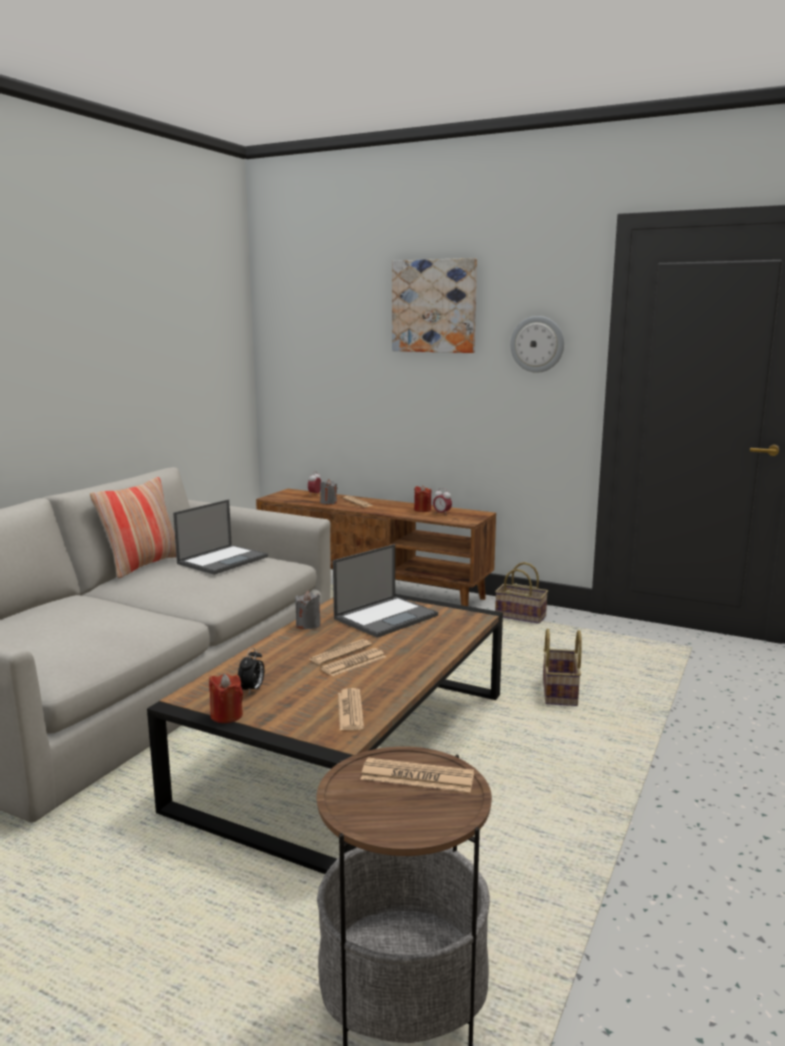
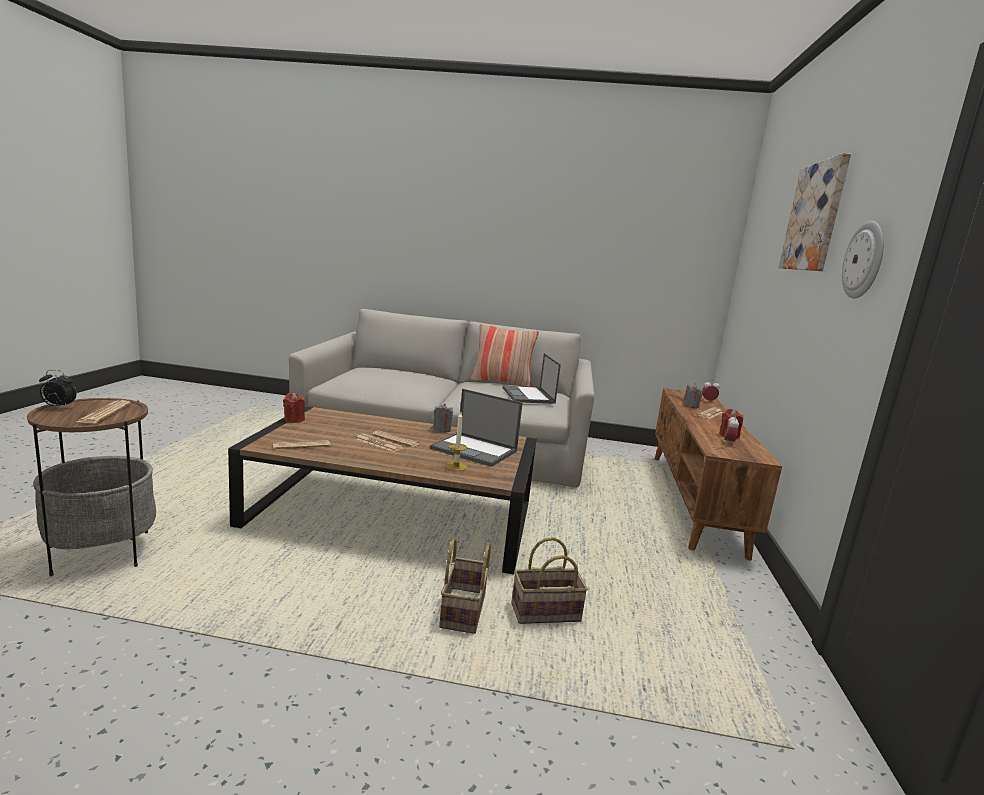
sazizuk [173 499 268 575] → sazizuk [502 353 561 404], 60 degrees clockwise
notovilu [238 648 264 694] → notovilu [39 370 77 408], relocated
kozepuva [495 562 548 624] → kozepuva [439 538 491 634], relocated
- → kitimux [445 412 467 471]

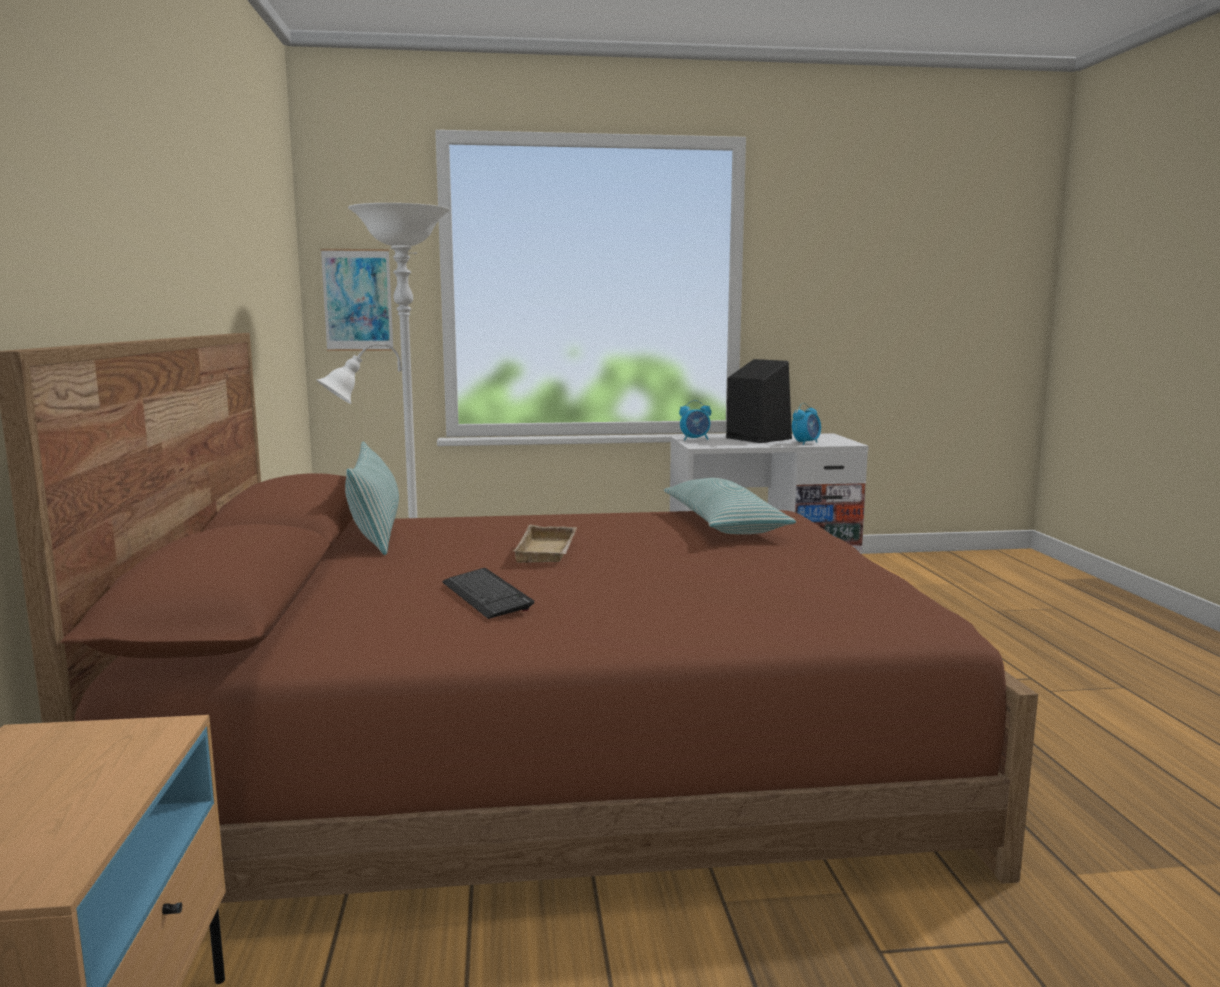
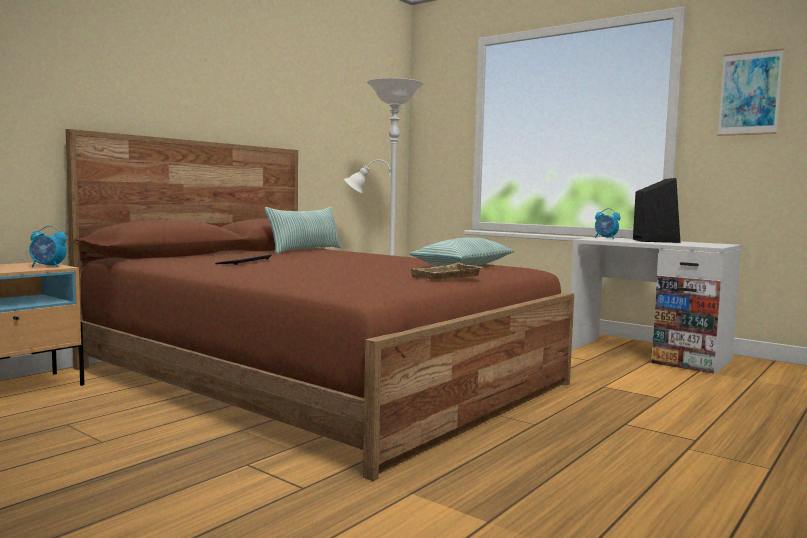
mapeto [321 249 393 351] → mapeto [718 48 783 136], relocated
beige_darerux [513 525 577 563] → beige_darerux [411 263 483 279], relocated
notovilu [792 403 821 445] → notovilu [29 226 67 268], relocated

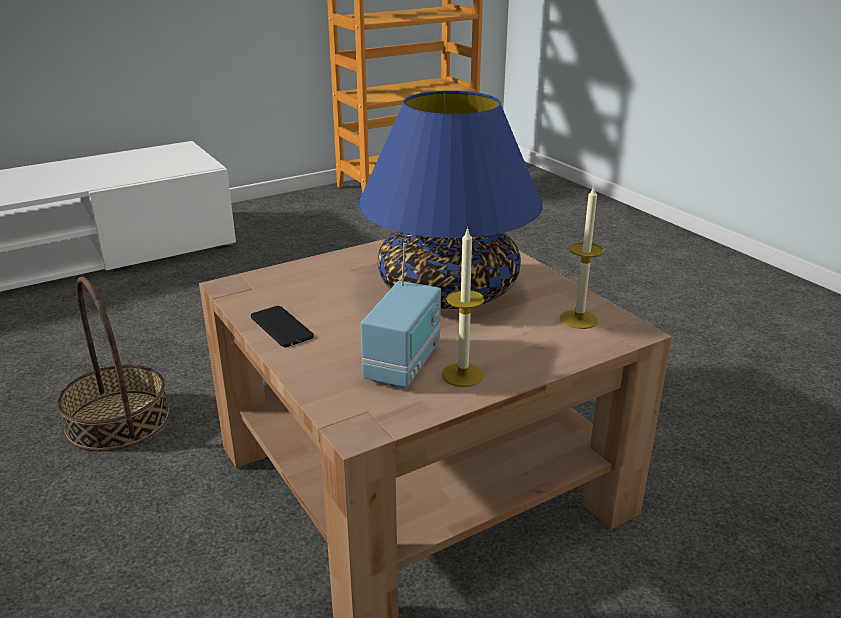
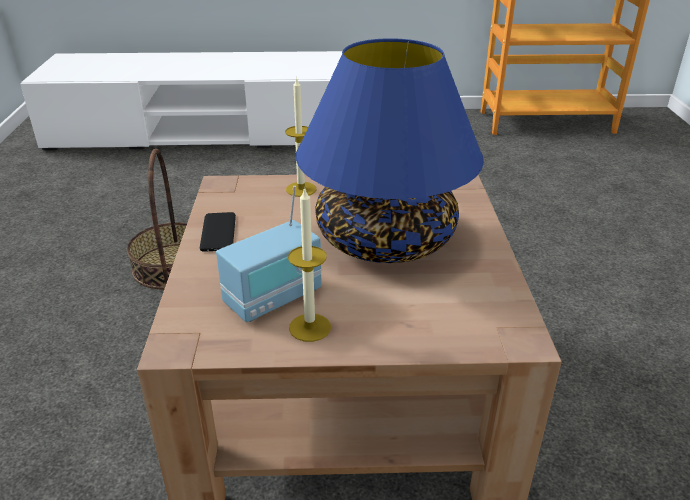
kitimux [560 187 604 329] → kitimux [285 77 317 197], relocated

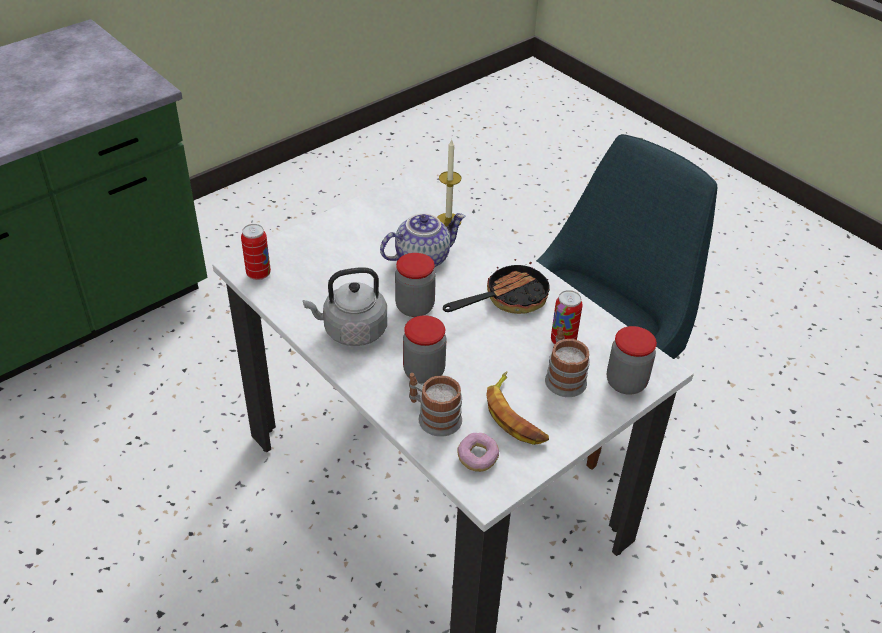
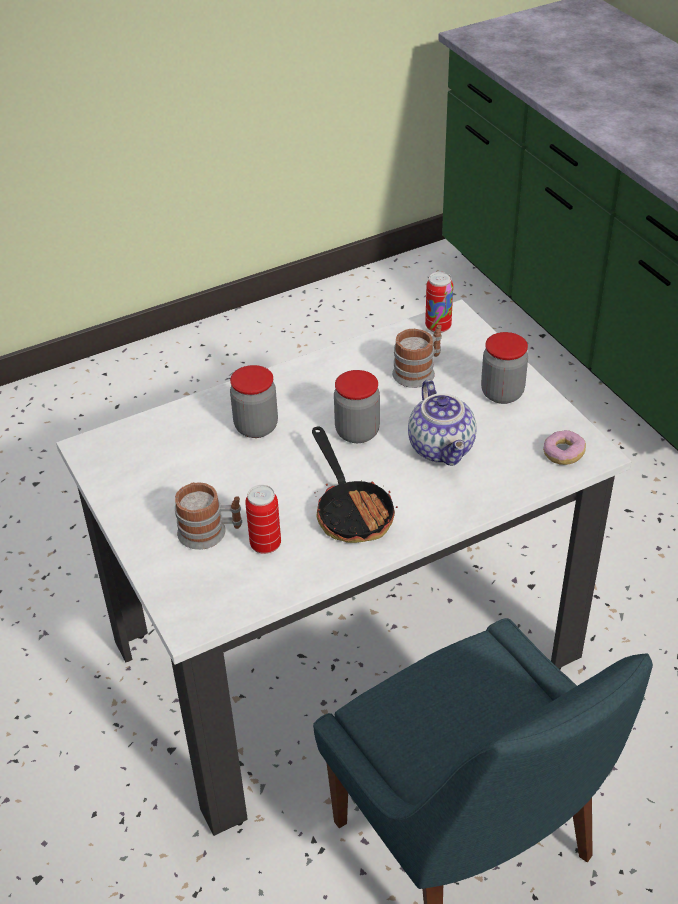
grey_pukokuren [303 267 387 346] → -
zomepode [409 373 462 437] → zomepode [392 325 442 388], relocated
kitimux [437 138 461 227] → -
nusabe [457 433 499 472] → nusabe [543 430 586 465], relocated
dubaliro [487 372 549 445] → -
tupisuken [607 326 657 395] → tupisuken [481 332 528 404], relocated

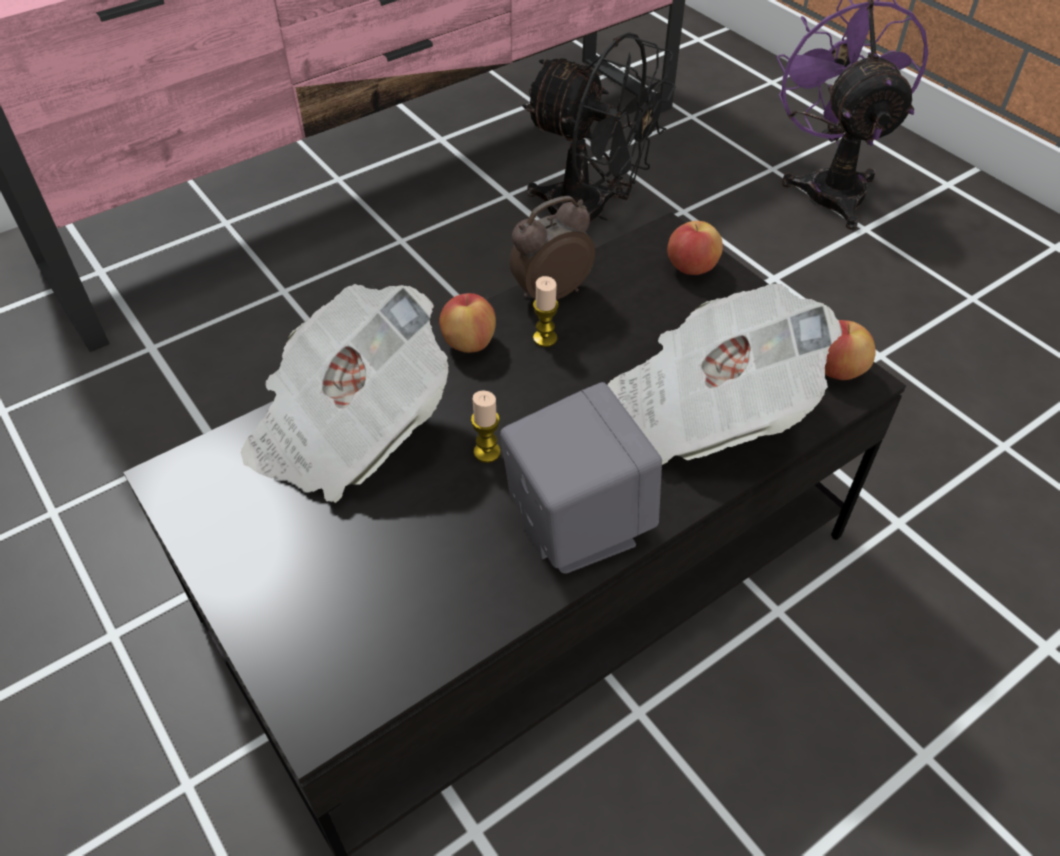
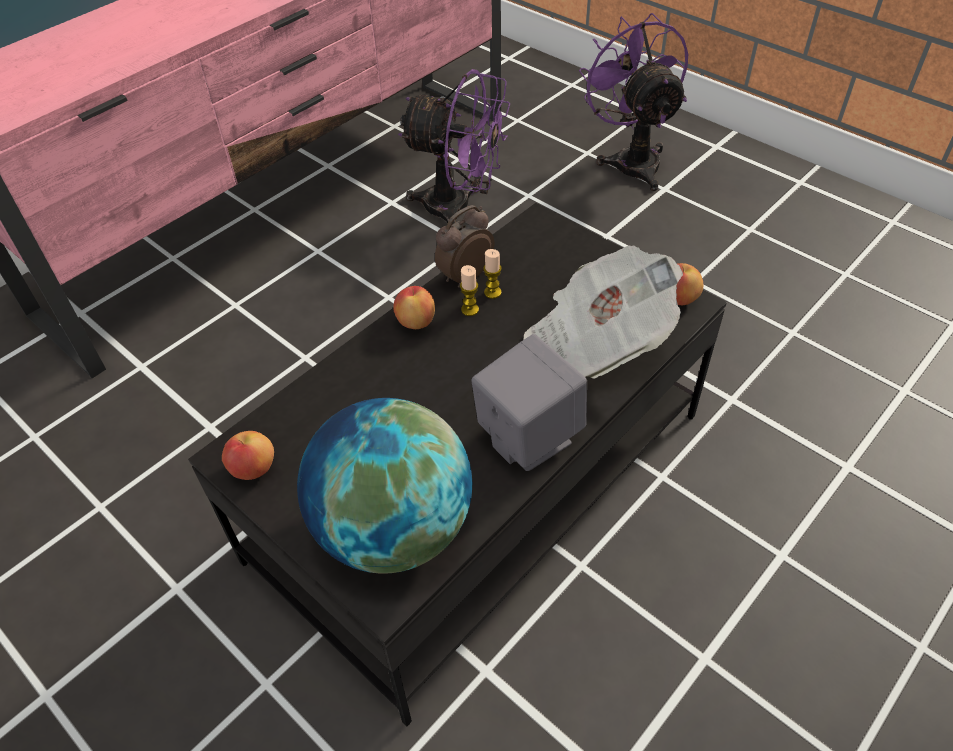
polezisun [241 284 449 503] → -
kitimux [471 390 501 463] → kitimux [483 249 502 299], relocated
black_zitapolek [522 32 676 222] → purple_zitapolek [398 69 510 225]
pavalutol [667 221 723 275] → pavalutol [222 431 274 480], relocated
- → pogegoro [297 398 472 574]

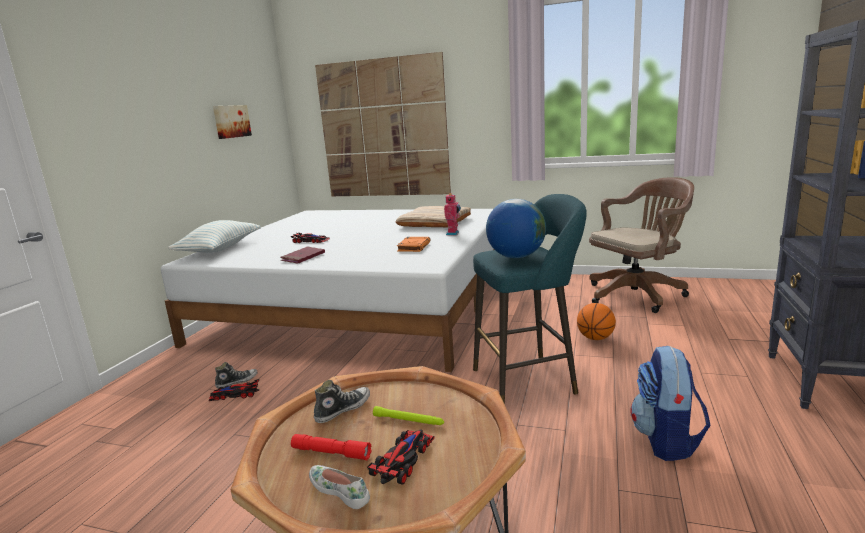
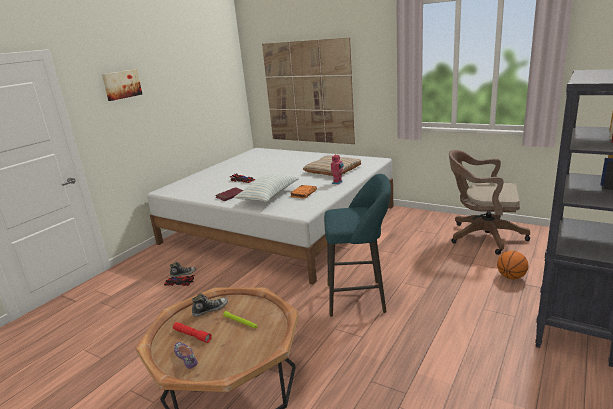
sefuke [168 220 261 253] → sefuke [234 174 299 202], relocated
mapeto [213 105 252 139] → mapeto [102 69 142 101], relocated
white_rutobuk [309 465 370 509] → purple_rutobuk [174 342 198 369]
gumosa [367 429 435 485] → -
pogegoro [486 199 546 258] → -
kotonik [577 303 616 340] → kotonik [497 251 528 279], relocated
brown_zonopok [589 177 694 313] → brown_zonopok [449 150 530 255], 150 degrees counterclockwise
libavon [631 346 710 461] → -

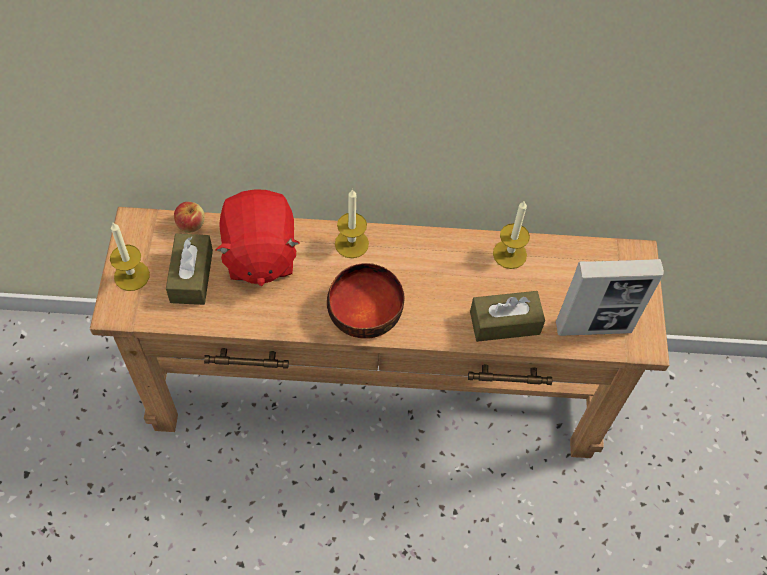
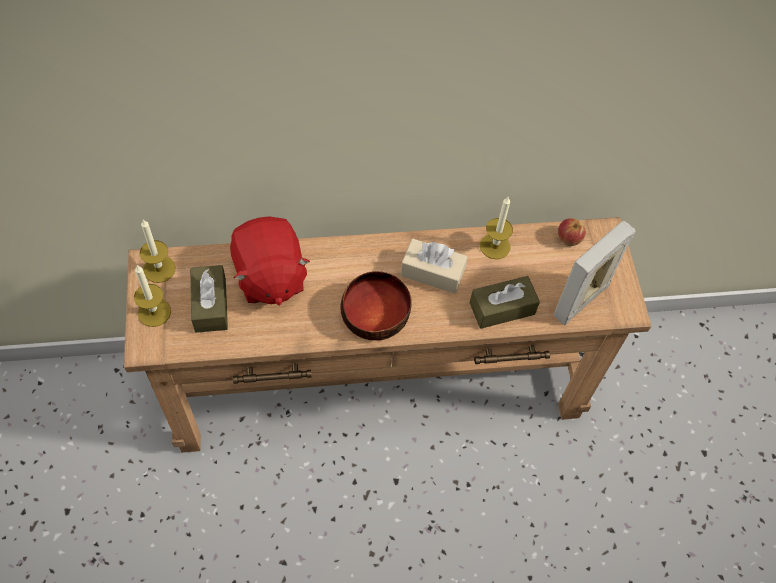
pavalutol [174 202 205 233] → pavalutol [558 218 586 246], relocated
kitimux [335 189 369 258] → kitimux [140 220 176 283], relocated
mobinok [556 259 664 336] → mobinok [554 221 636 325], 150 degrees clockwise
- → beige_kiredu [401 238 468 294]

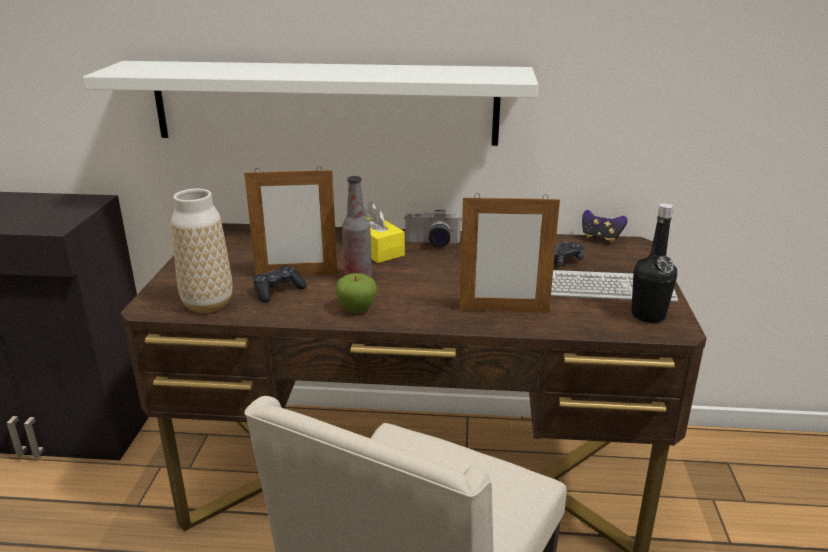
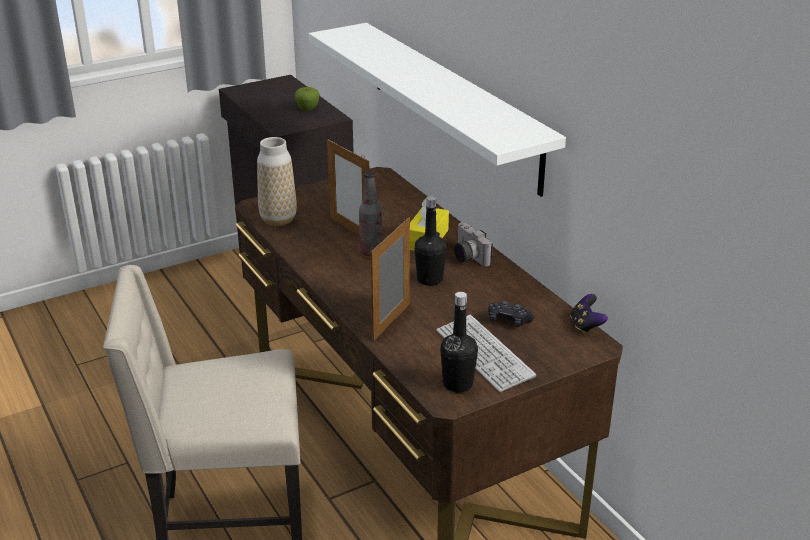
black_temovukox [253 265 307 302] → -
pavalutol [336 273 377 313] → pavalutol [295 87 320 111], relocated
mobinok [459 193 560 313] → mobinok [371 218 410 341], 60 degrees clockwise
- → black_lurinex [414 196 447 286]

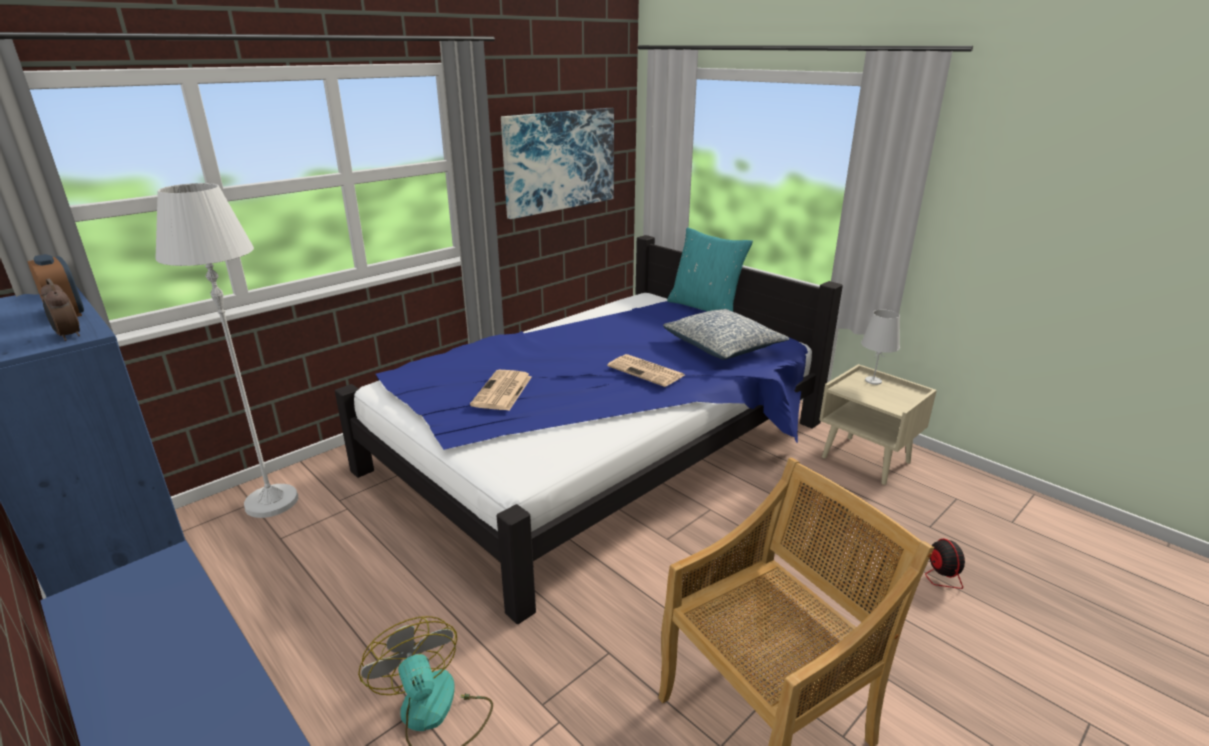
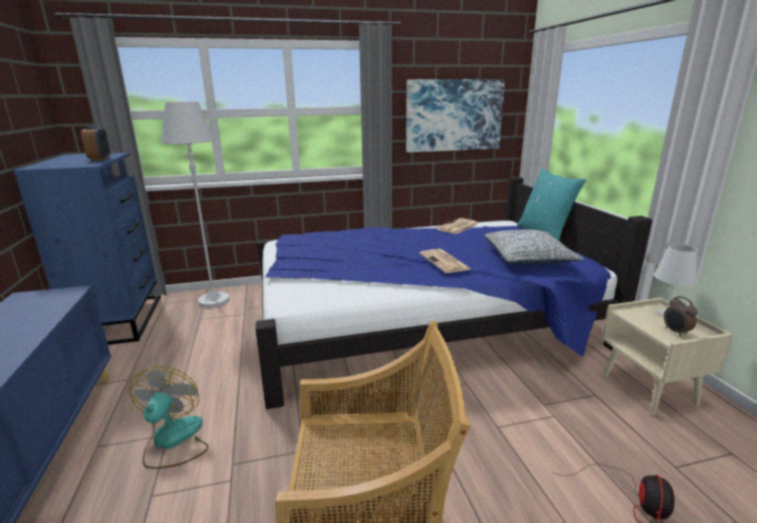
notovilu [41 279 80 341] → notovilu [664 296 697 337], relocated
polezisun [470 370 532 410] → polezisun [436 218 478 234], relocated

